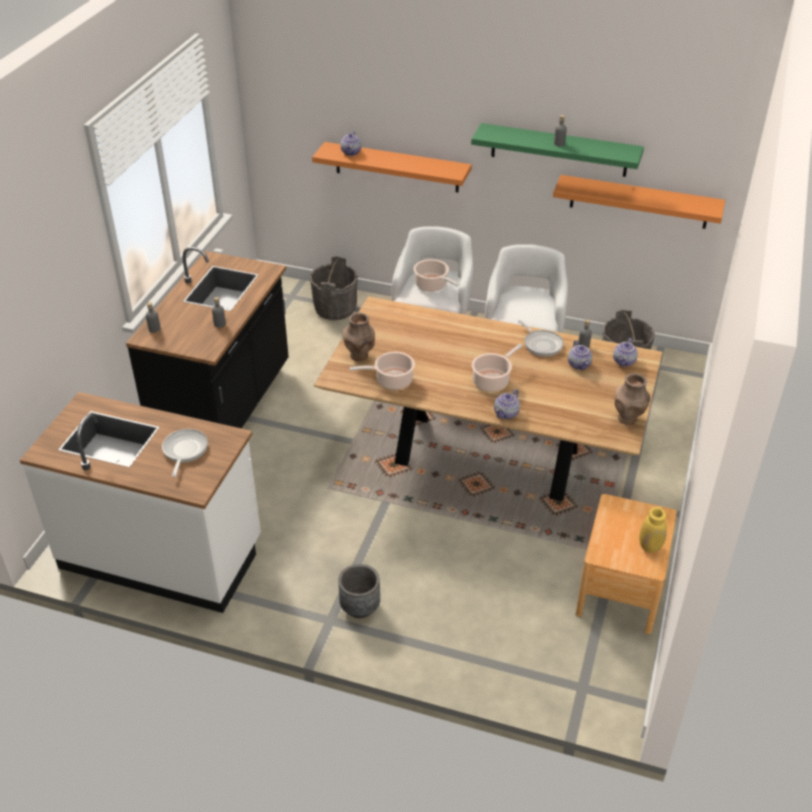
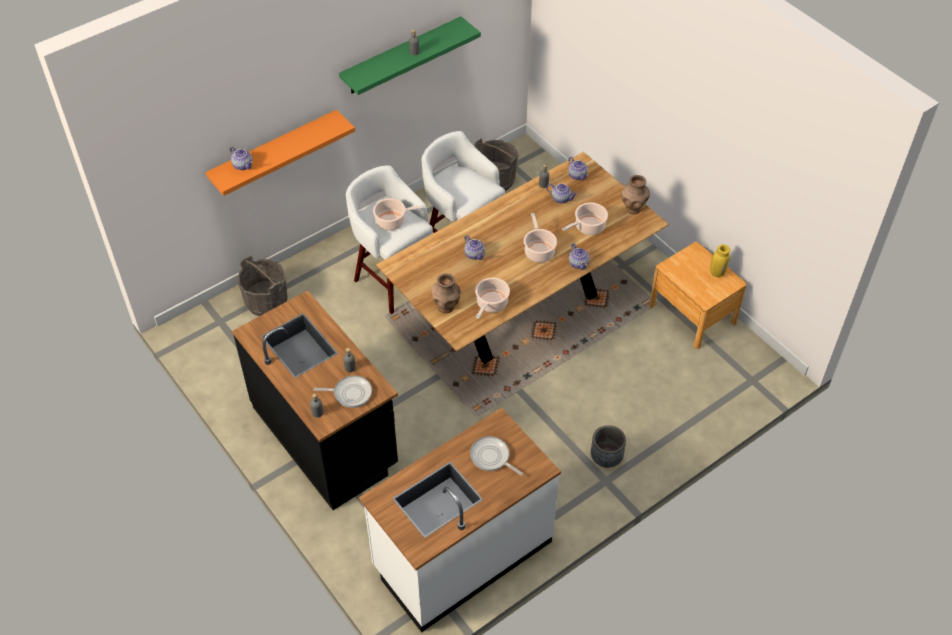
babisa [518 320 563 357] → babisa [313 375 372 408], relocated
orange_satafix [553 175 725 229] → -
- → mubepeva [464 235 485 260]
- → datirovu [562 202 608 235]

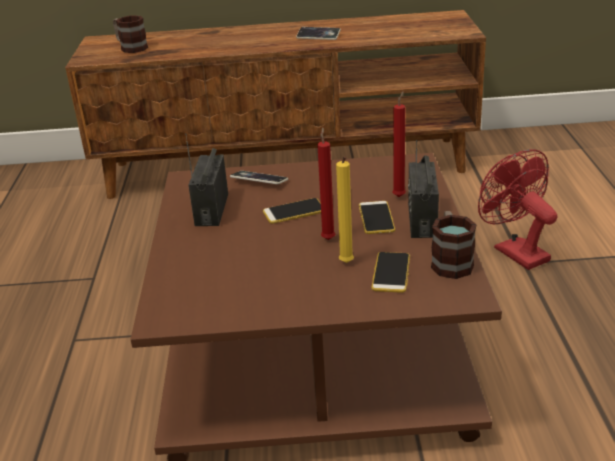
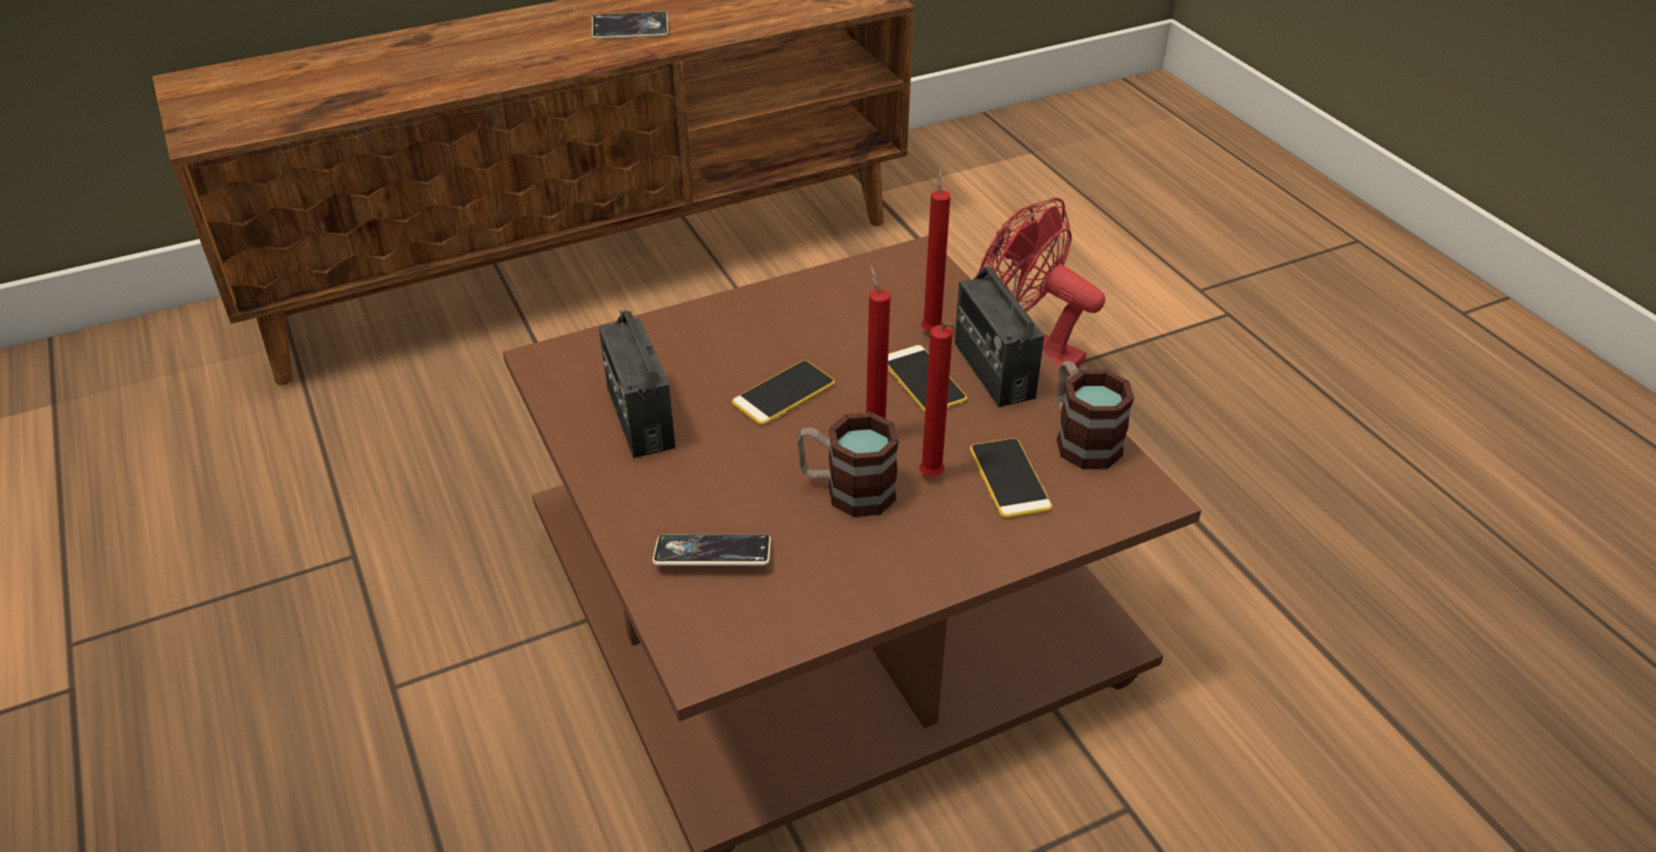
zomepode [113 15 148 53] → zomepode [797 412 899 517], relocated
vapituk [230 171 288 184] → vapituk [653 534 771 566], relocated
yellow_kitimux [336 157 354 263] → red_kitimux [919 322 956 476]

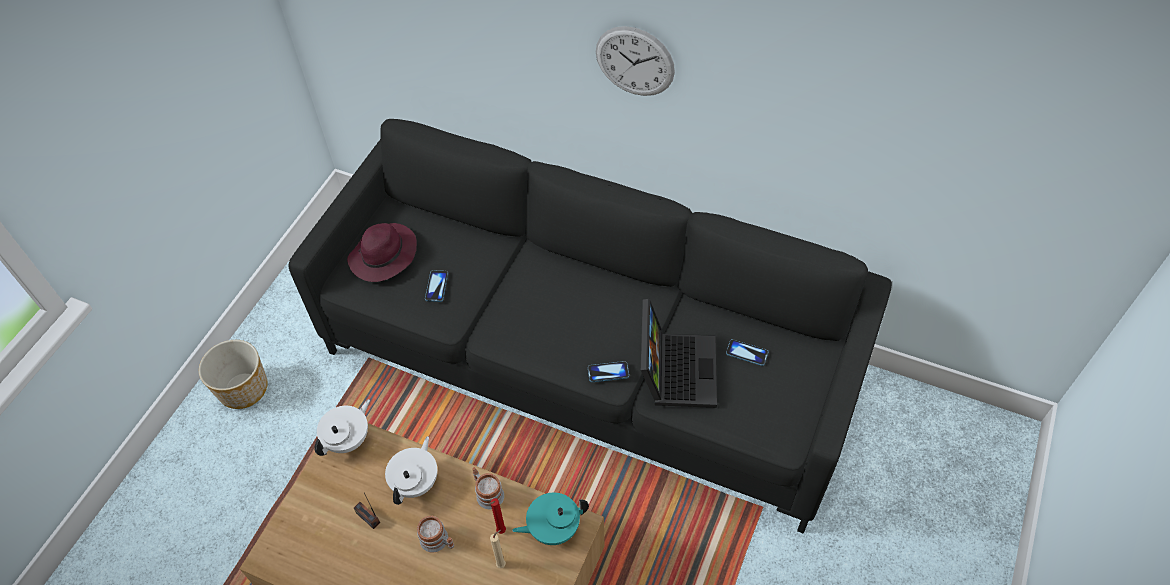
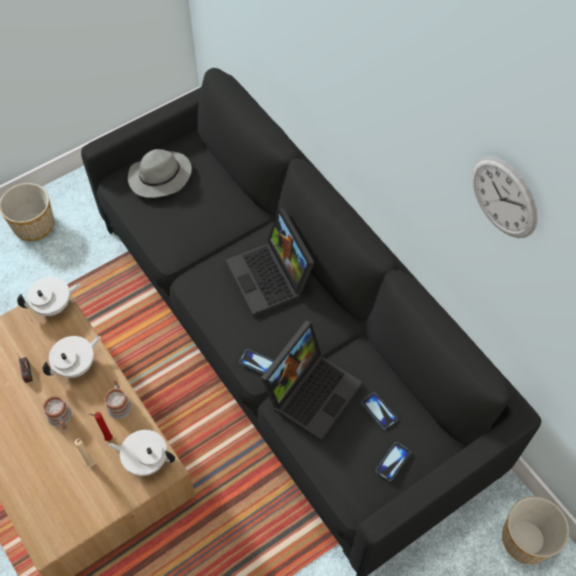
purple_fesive [347 223 417 282] → grey_fesive [128 149 192 198]
vapituk [425 270 448 302] → vapituk [376 442 411 481], relocated
turquoise_mubepeva [512 493 589 545] → white_mubepeva [108 430 175 476]
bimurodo [596 26 675 96] → bimurodo [472 156 538 238], relocated
- → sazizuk [225 208 314 317]
- → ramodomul [502 496 569 564]

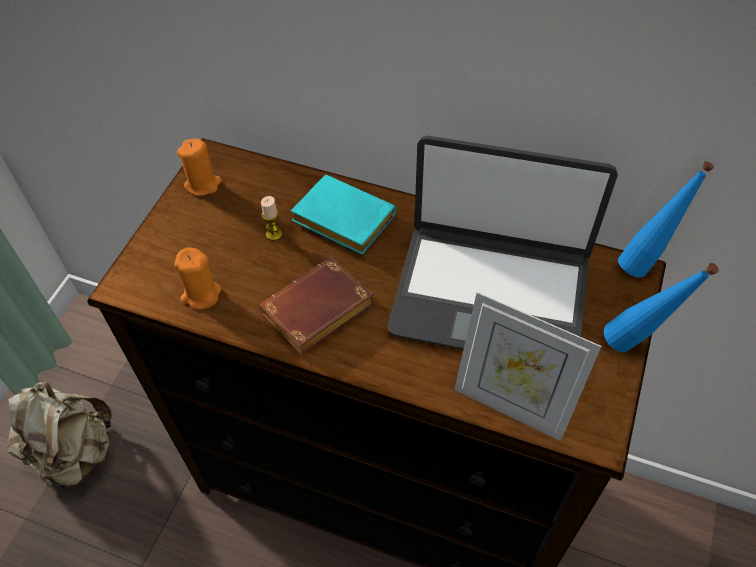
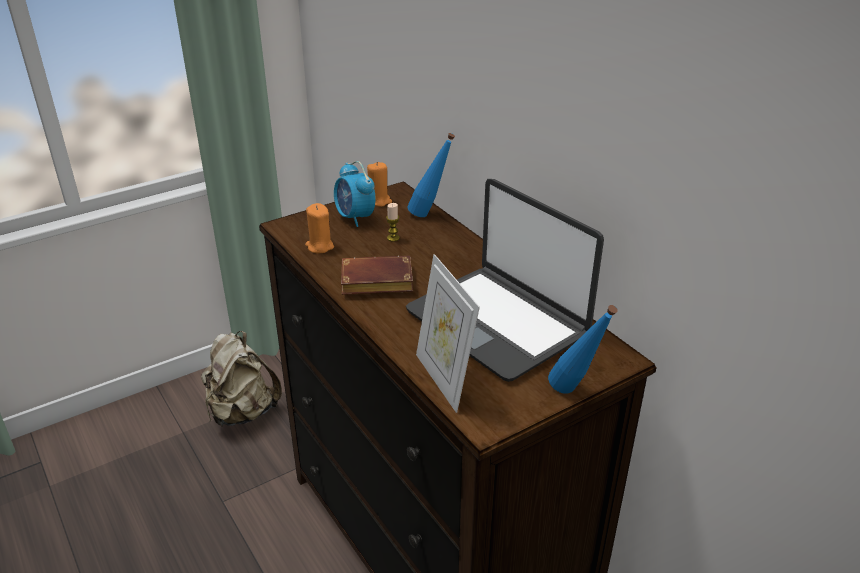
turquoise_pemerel [291 175 396 255] → -
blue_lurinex [618 161 714 278] → blue_lurinex [407 133 455 217], relocated
- → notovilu [334 161 376 227]

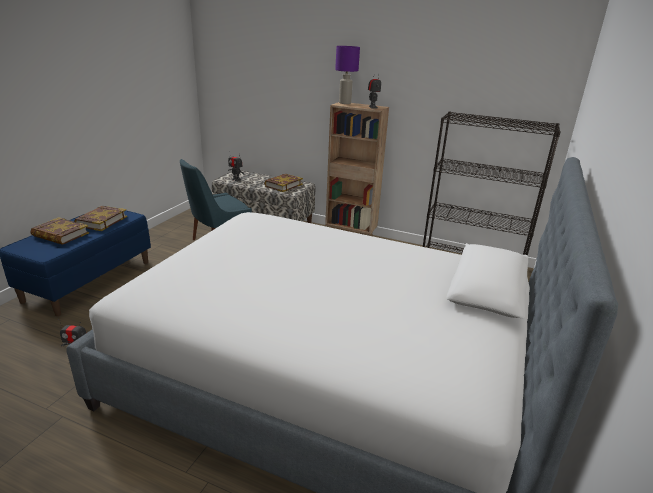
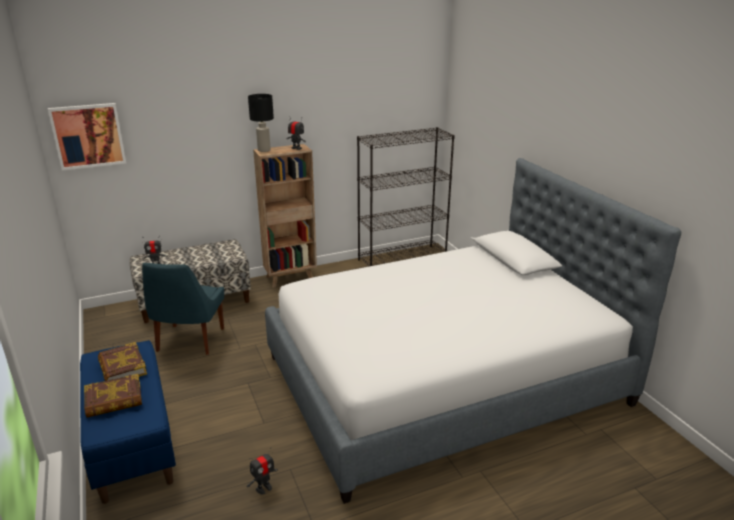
pemerel [264 174 303 192] → -
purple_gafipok [335 46 360 104] → black_gafipok [248 94 274 152]
- → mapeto [48 103 126 170]

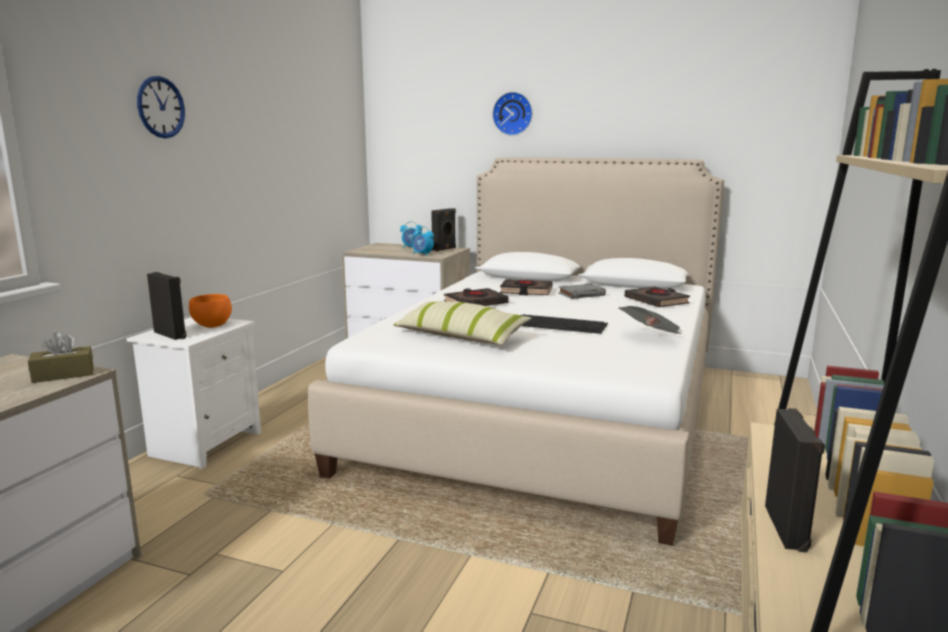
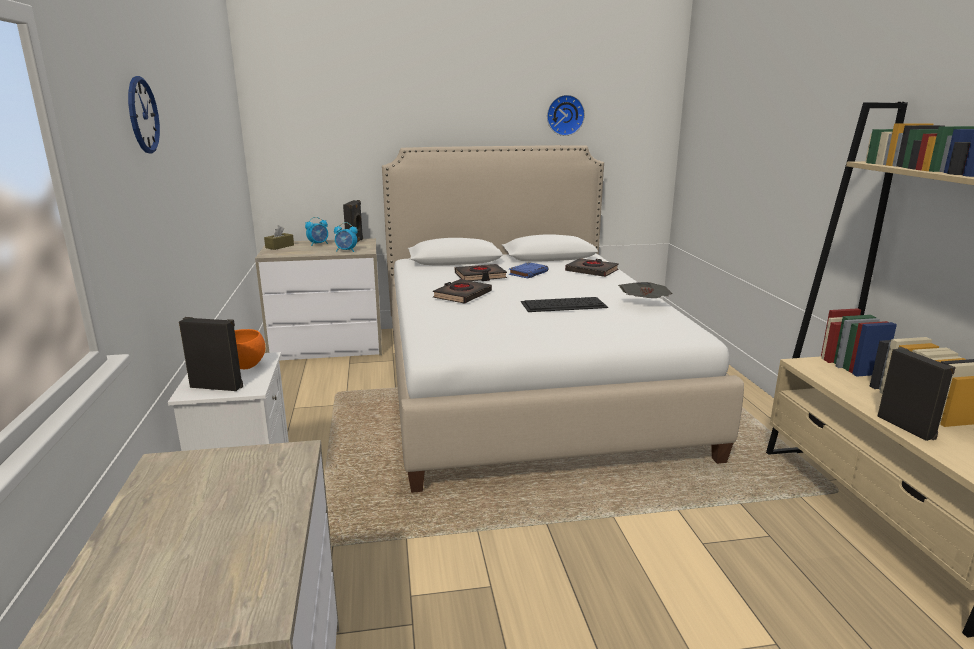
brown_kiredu [28 332 94 383] → brown_kiredu [264 225 294 250], relocated
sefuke [394 301 532 345] → -
bimurodo [492 92 532 136] → bimurodo [547 95 585 136], relocated
grey_pemerel [558 284 606 299] → blue_pemerel [509 262 548 278]

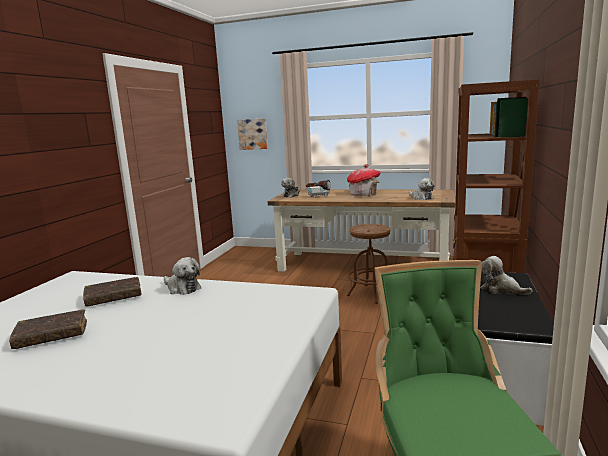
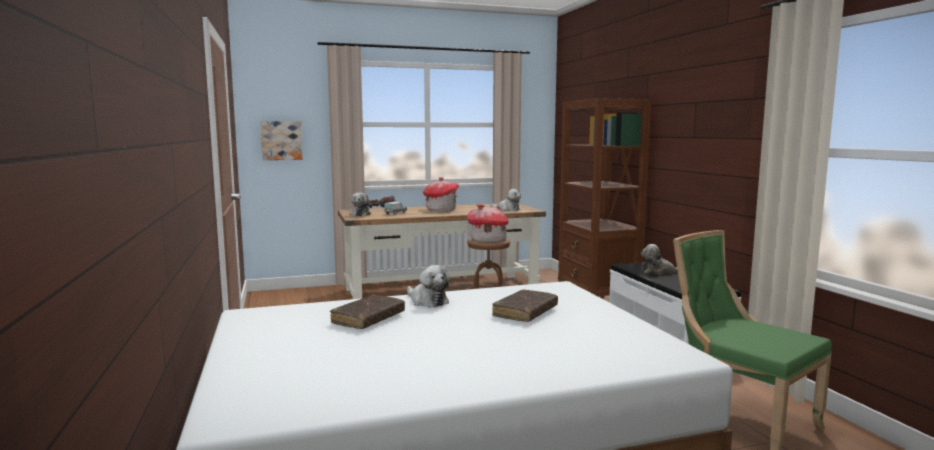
brown_pemerel [9 309 87 349] → brown_pemerel [492 289 558 322], relocated
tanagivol [164 257 201 295] → tanagivol [407 265 450 307], 45 degrees clockwise
- → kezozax [467 204 509 242]

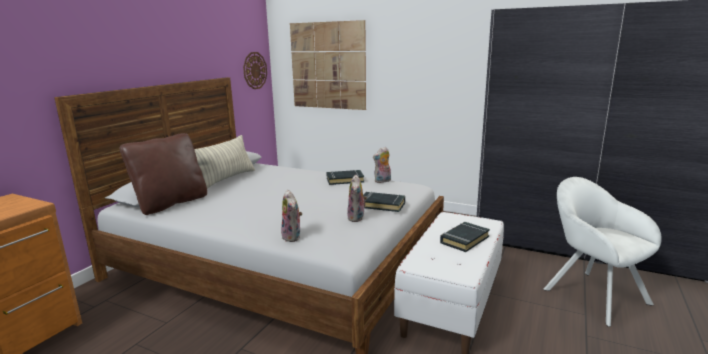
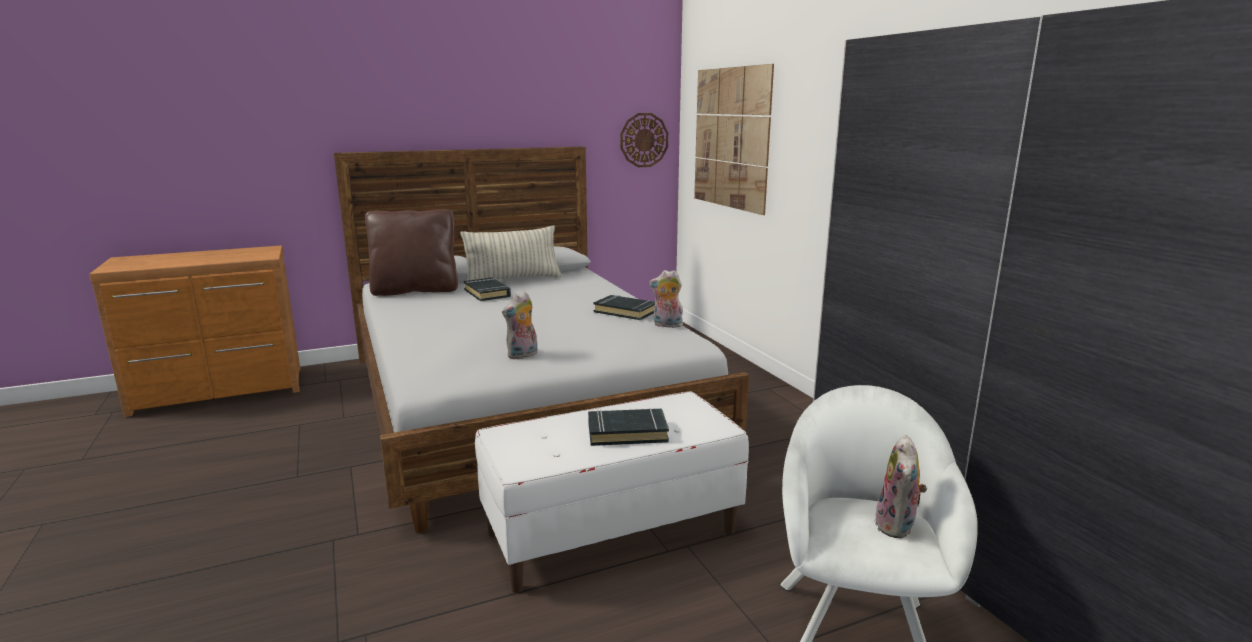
tanagivol [281 190 302 242] → tanagivol [874 435 927 539], relocated
black_pemerel [363 192 405 212] → black_pemerel [464 278 511 301], relocated

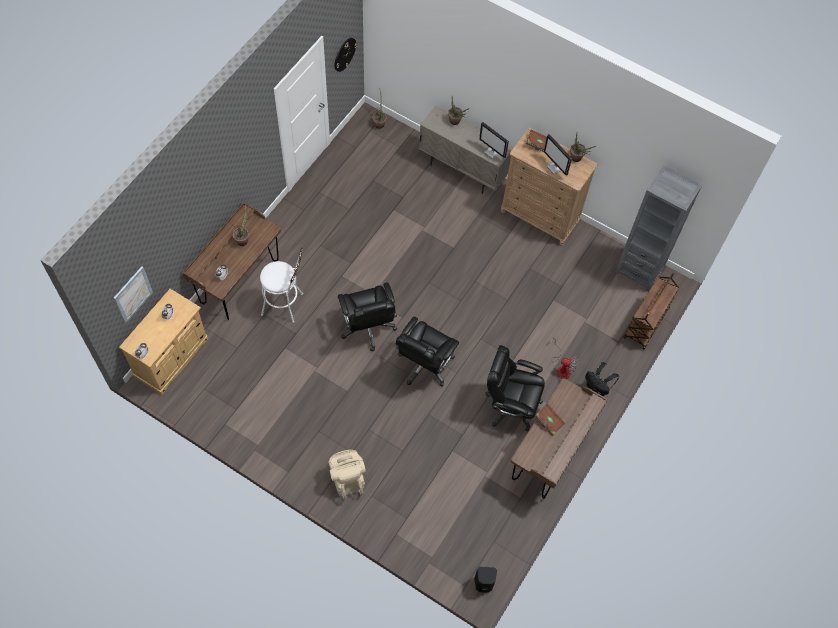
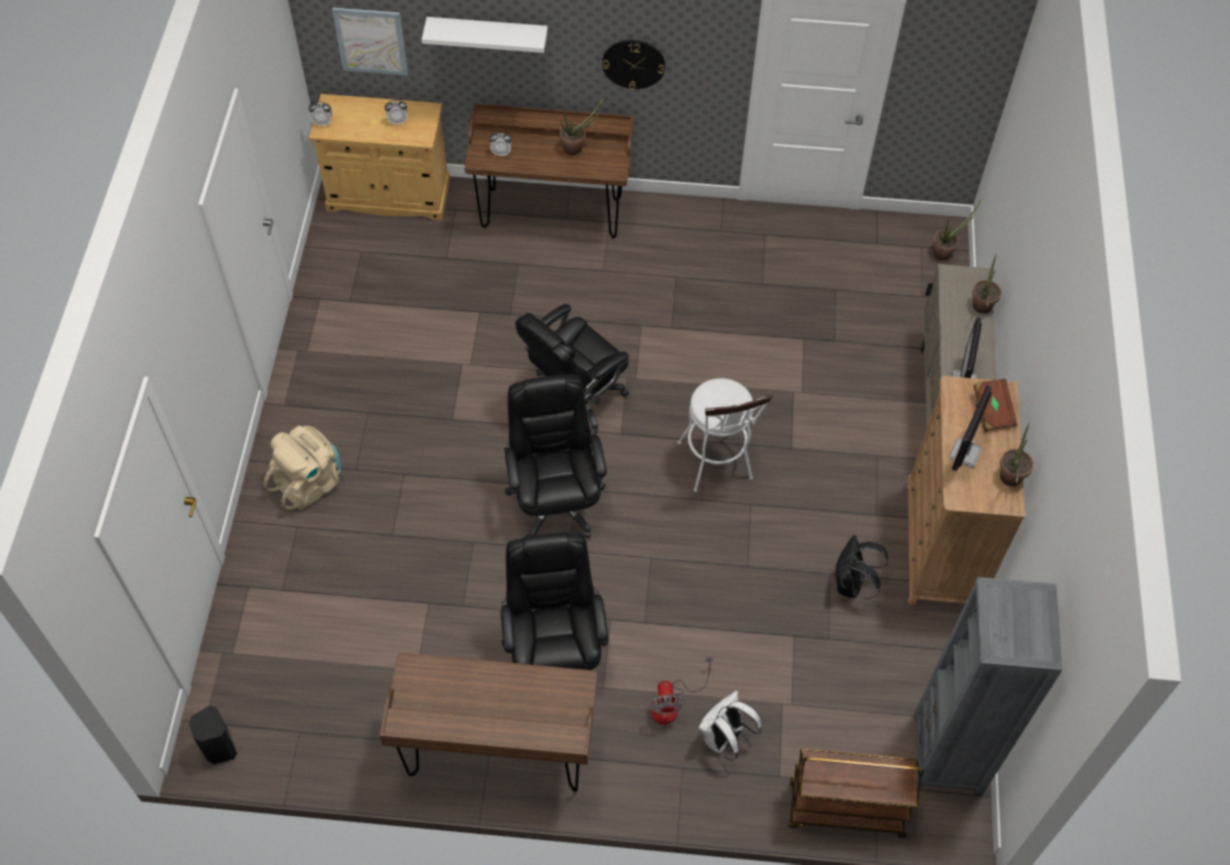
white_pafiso [260 248 303 323] → white_pafiso [678 378 773 492], relocated
bimurodo [334 38 357 72] → bimurodo [602 40 665 90], relocated
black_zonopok [396 317 459 387] → black_zonopok [504 374 607 538], 75 degrees clockwise
brown_pemerel [535 403 565 435] → -
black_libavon [585 362 619 396] → black_libavon [836 535 888 599], relocated
- → white_satafix [422 17 548 53]
- → white_libavon [698 690 762 760]

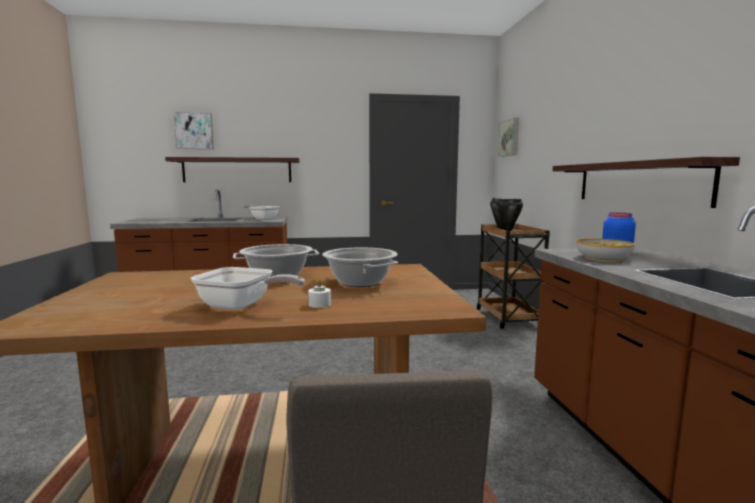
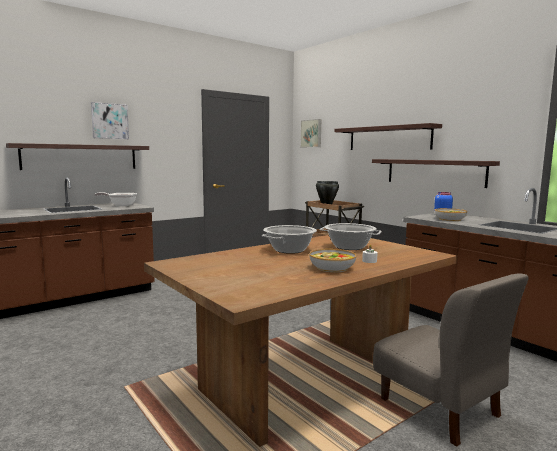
mapeto [173 112 214 149] → mapeto [91 102 129 139], relocated
babisa [191 267 305 310] → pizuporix [309 249 356 273]
- → satafix [334 123 442 150]

